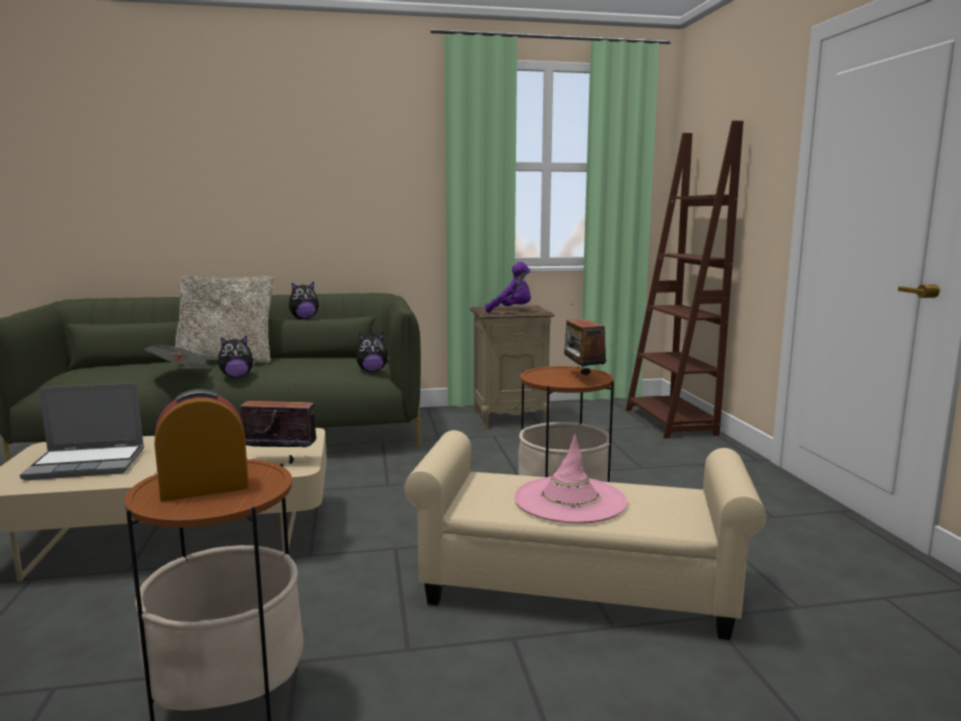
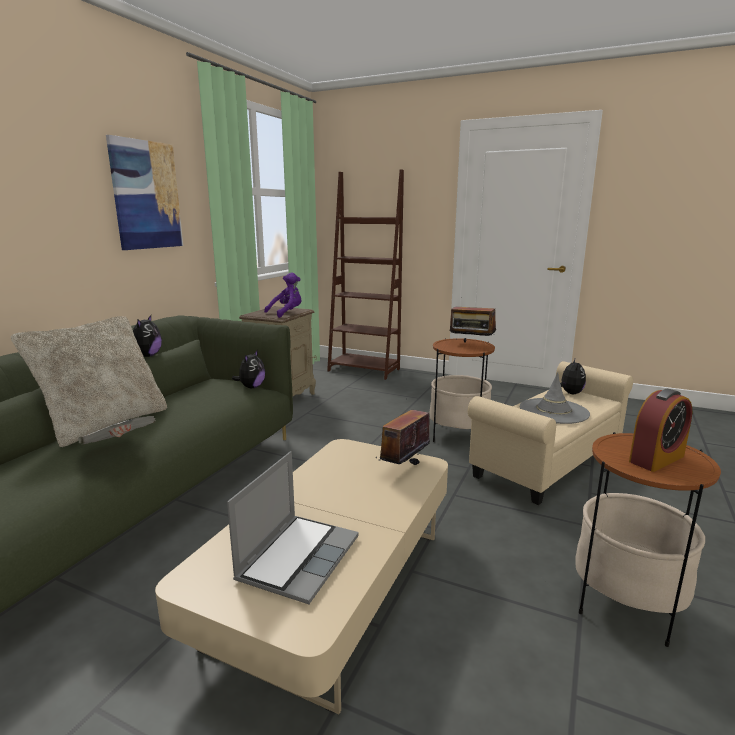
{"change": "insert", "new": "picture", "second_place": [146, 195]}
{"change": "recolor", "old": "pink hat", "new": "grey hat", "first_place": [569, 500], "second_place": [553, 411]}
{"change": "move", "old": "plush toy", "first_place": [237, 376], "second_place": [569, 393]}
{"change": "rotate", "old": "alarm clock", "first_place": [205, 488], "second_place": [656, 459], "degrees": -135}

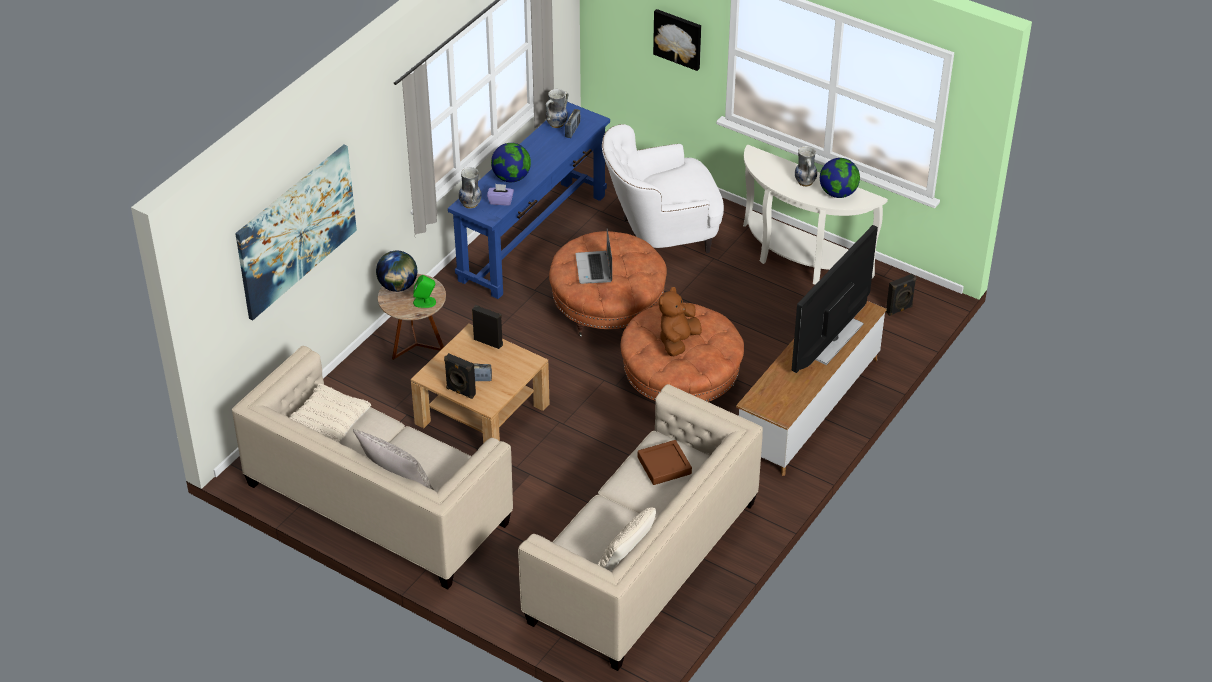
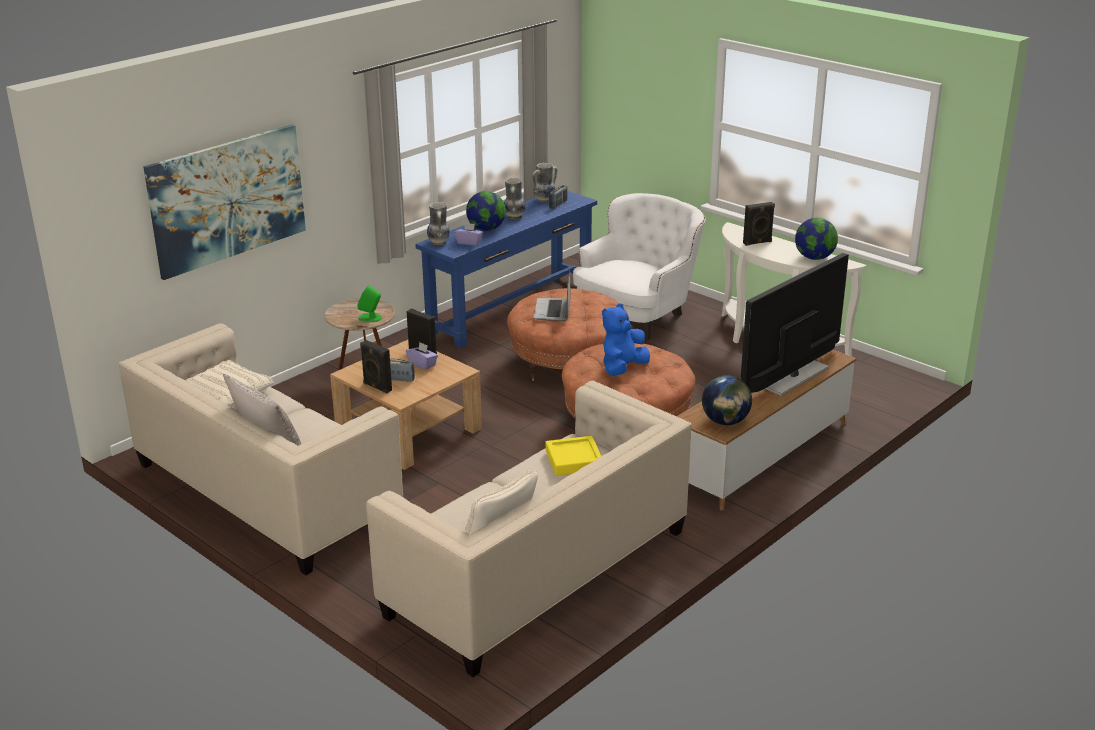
{"change": "insert", "new": "purple tissue box", "second_place": [422, 364]}
{"change": "move", "old": "vase", "first_place": [804, 182], "second_place": [514, 216]}
{"change": "recolor", "old": "brown tray", "new": "yellow tray", "first_place": [664, 465], "second_place": [574, 460]}
{"change": "rotate", "old": "white armchair", "first_place": [660, 233], "second_place": [637, 315], "degrees": 135}
{"change": "recolor", "old": "brown plush toy", "new": "blue plush toy", "first_place": [678, 341], "second_place": [623, 368]}
{"change": "move", "old": "globe", "first_place": [398, 286], "second_place": [725, 421]}
{"change": "move", "old": "black speaker", "first_place": [899, 310], "second_place": [757, 242]}
{"change": "delete", "old": "picture", "first_place": [678, 38]}

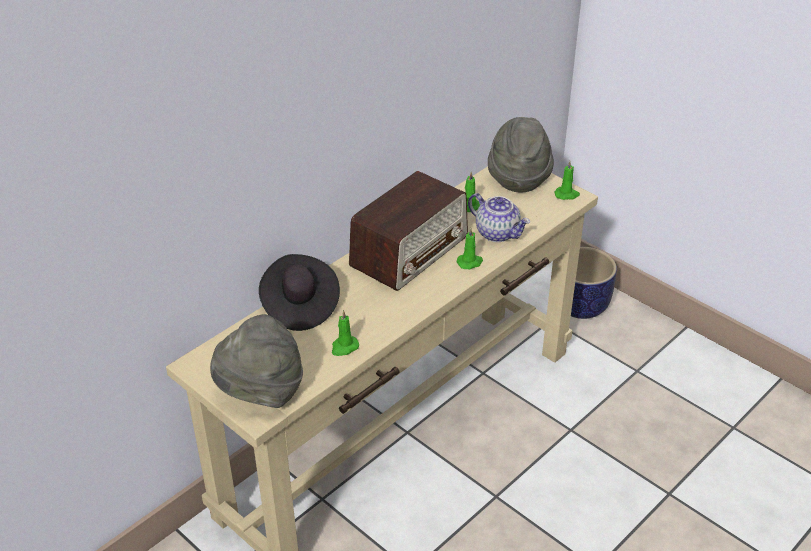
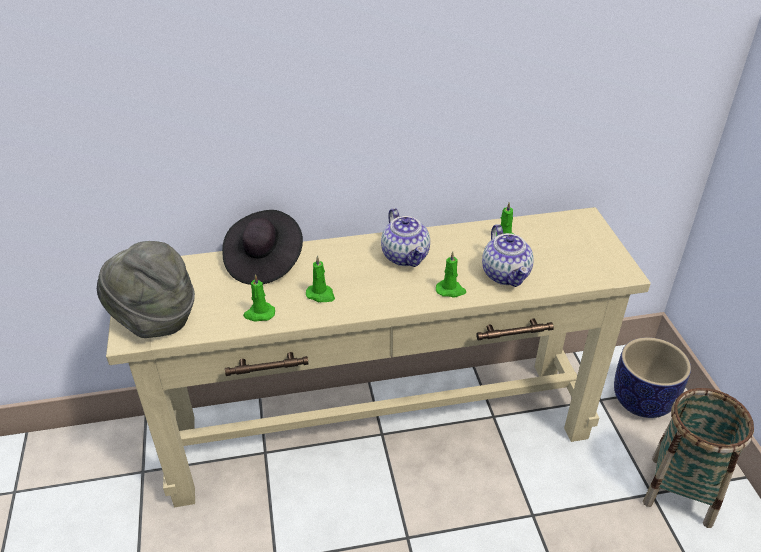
{"change": "move", "old": "green candle", "first_place": [567, 194], "second_place": [321, 295]}
{"change": "replace", "old": "radio", "new": "teapot", "first_place": [409, 251], "second_place": [406, 256]}
{"change": "insert", "new": "basket", "second_place": [680, 491]}
{"change": "delete", "old": "grey hat", "first_place": [518, 177]}

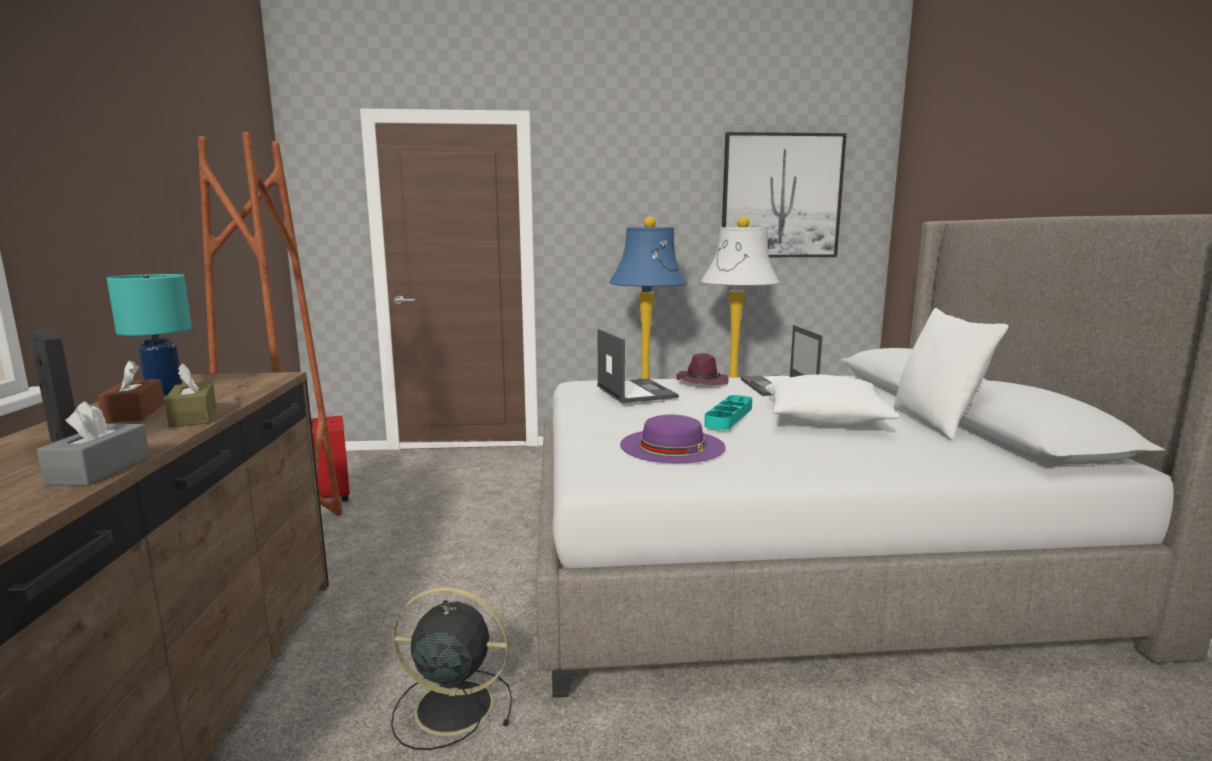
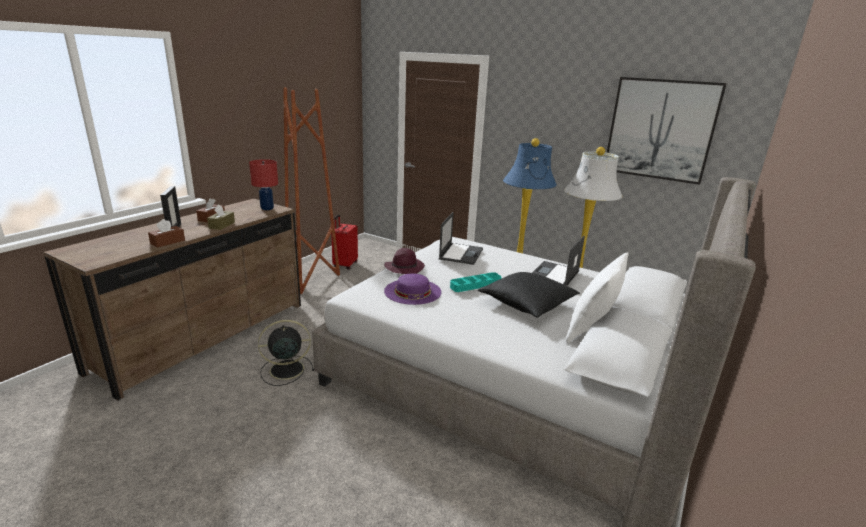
{"change": "recolor", "old": "grey tissue box", "new": "brown tissue box", "first_place": [100, 470], "second_place": [167, 242]}
{"change": "insert", "new": "red table lamp", "second_place": [267, 209]}
{"change": "rotate", "old": "black fan", "first_place": [450, 706], "second_place": [285, 370], "degrees": -60}
{"change": "move", "old": "purple hat", "first_place": [701, 382], "second_place": [404, 267]}
{"change": "recolor", "old": "white pillow", "new": "black pillow", "first_place": [825, 419], "second_place": [527, 304]}
{"change": "delete", "old": "turquoise table lamp", "first_place": [164, 392]}

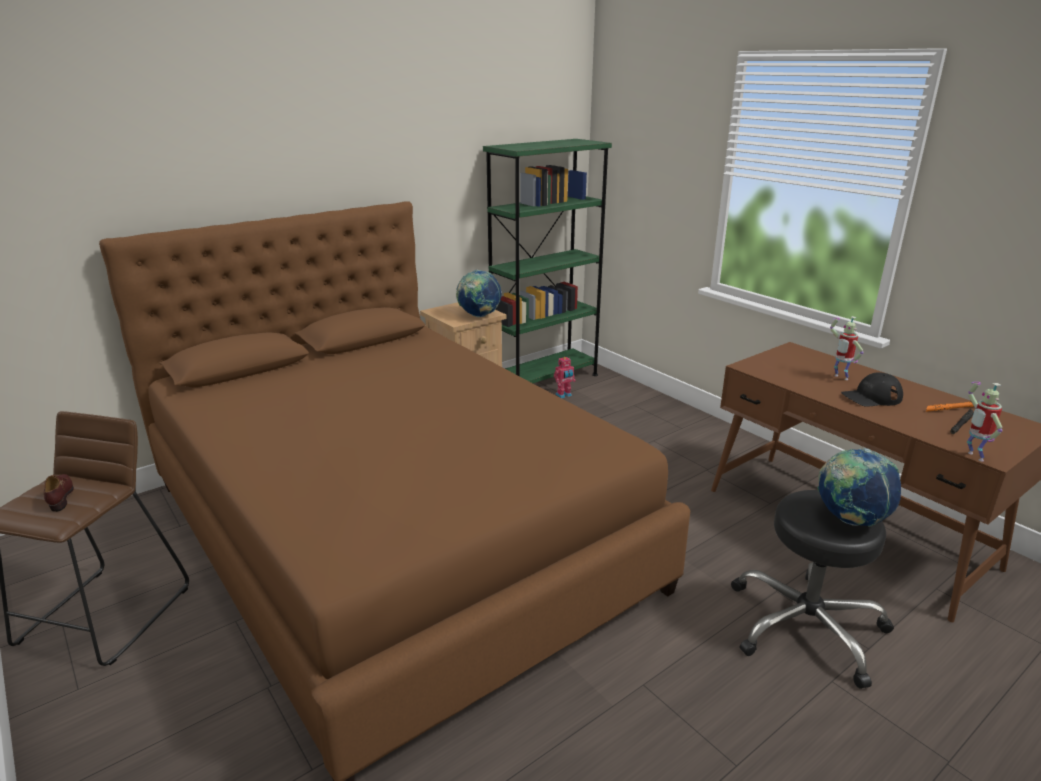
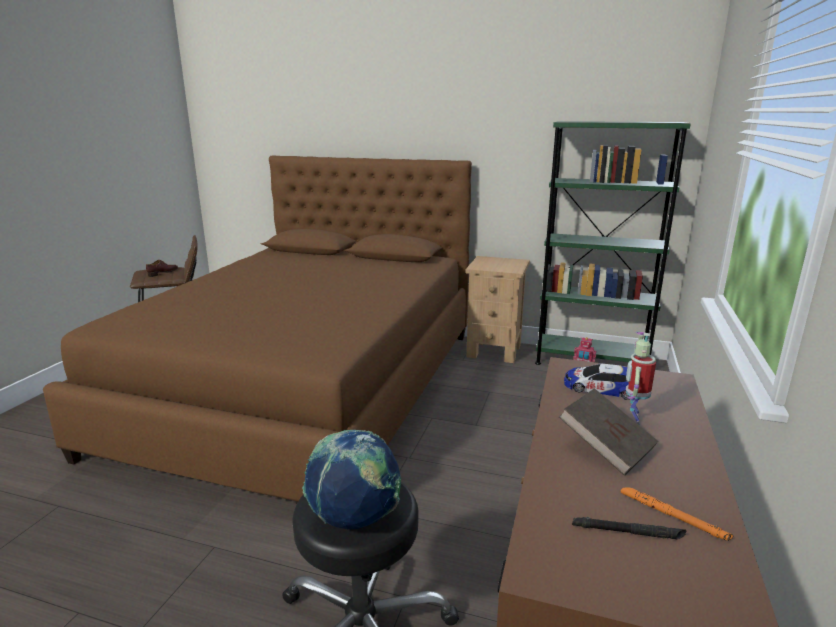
{"change": "replace", "old": "black cap", "new": "brown book", "first_place": [871, 397], "second_place": [606, 447]}
{"change": "insert", "new": "toy car", "second_place": [600, 388]}
{"change": "delete", "old": "globe", "first_place": [479, 316]}
{"change": "delete", "old": "toy robot", "first_place": [972, 456]}

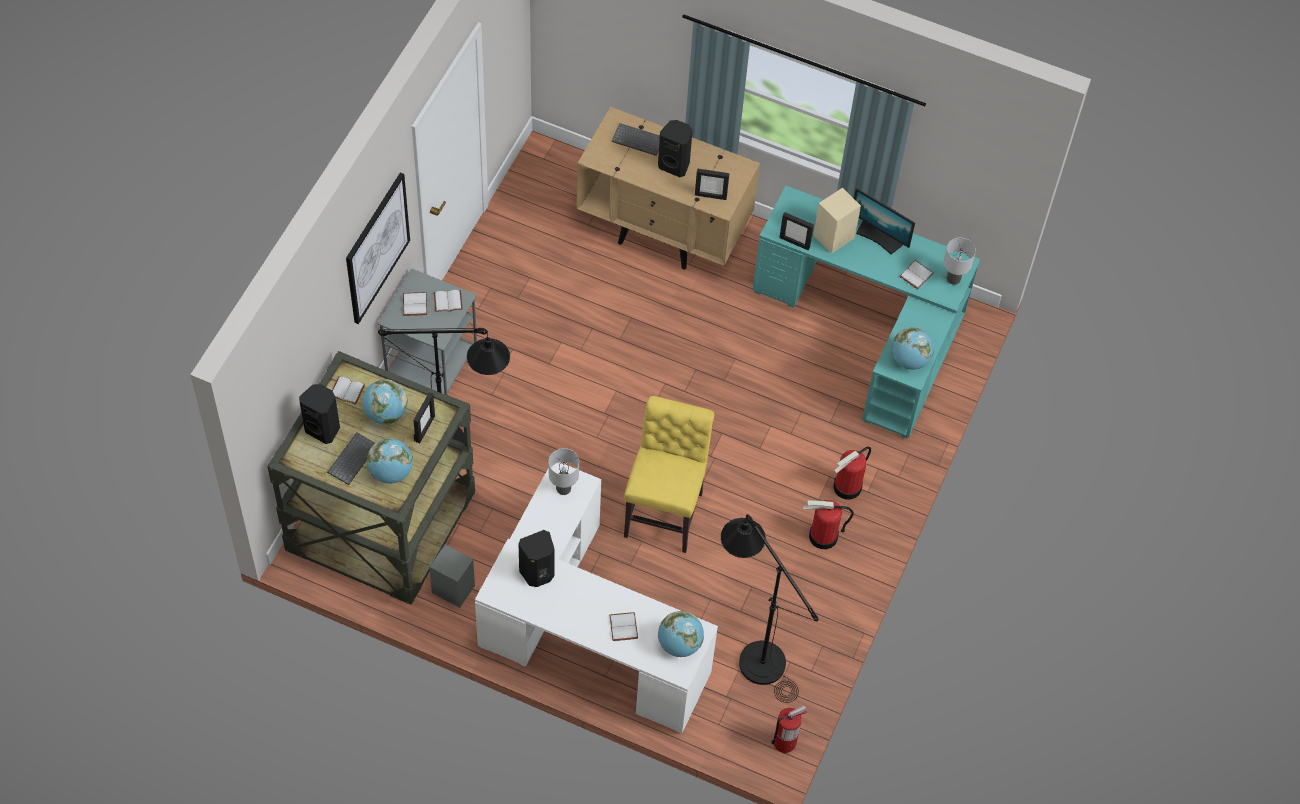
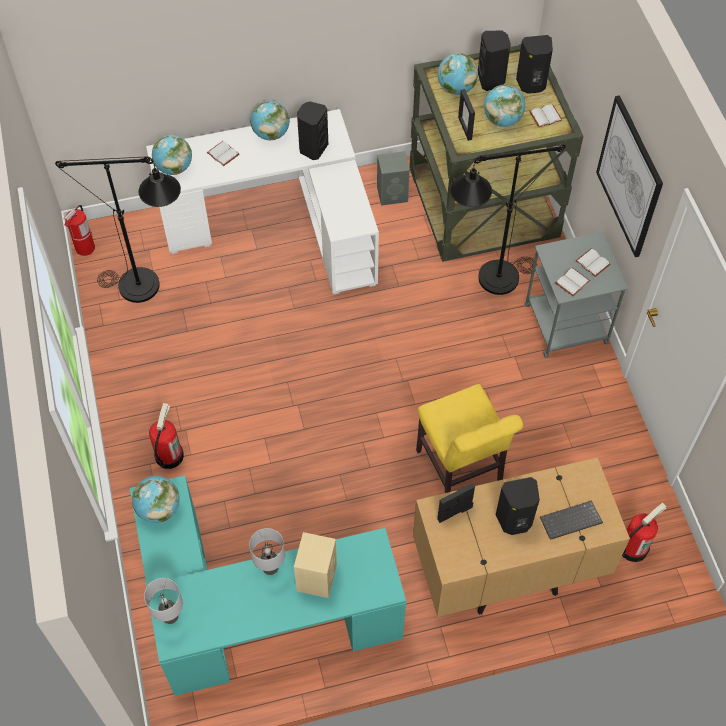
{"change": "move", "old": "white table lamp", "first_place": [562, 489], "second_place": [270, 567]}
{"change": "insert", "new": "globe", "second_place": [271, 134]}
{"change": "move", "old": "yellow chair", "first_place": [665, 511], "second_place": [461, 472]}
{"change": "replace", "old": "keyboard", "new": "black speaker", "first_place": [352, 458], "second_place": [491, 80]}
{"change": "move", "old": "fire extinguisher", "first_place": [823, 537], "second_place": [633, 547]}
{"change": "delete", "old": "picture frame", "first_place": [795, 242]}
{"change": "delete", "old": "monitor", "first_place": [879, 237]}
{"change": "delete", "old": "white book", "first_place": [916, 274]}

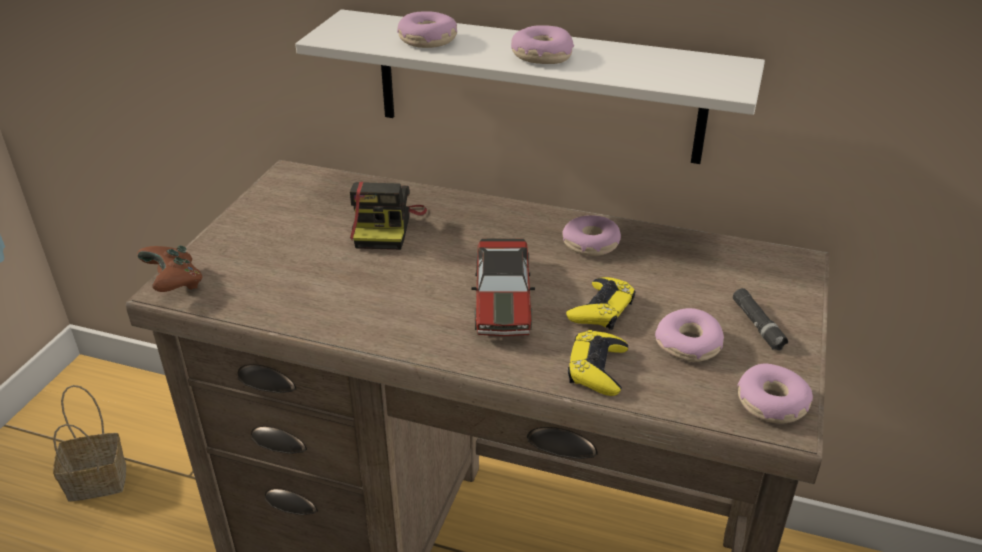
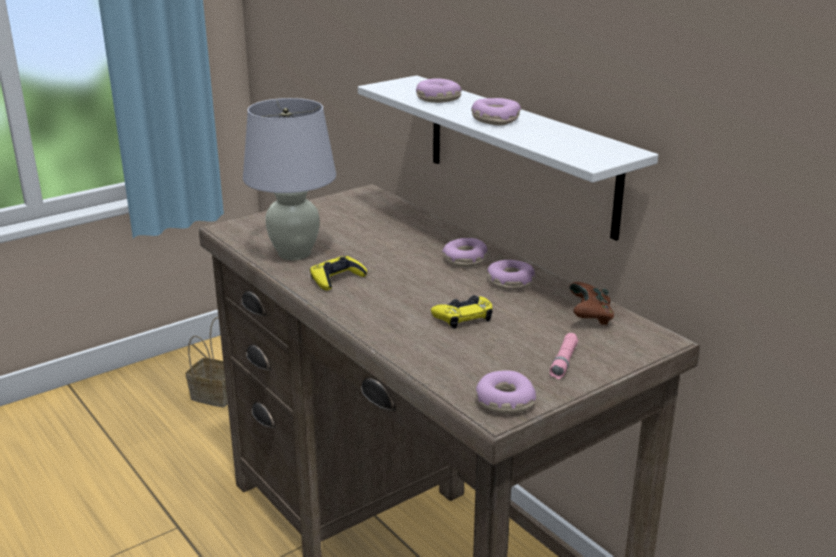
{"change": "insert", "new": "white table lamp", "second_place": [294, 254]}
{"change": "move", "old": "yellow game controller", "first_place": [597, 369], "second_place": [337, 279]}
{"change": "move", "old": "donut", "first_place": [689, 344], "second_place": [465, 260]}
{"change": "recolor", "old": "black flashlight", "new": "pink flashlight", "first_place": [757, 325], "second_place": [563, 361]}
{"change": "move", "old": "brown game controller", "first_place": [174, 283], "second_place": [590, 317]}
{"change": "delete", "old": "photo camera", "first_place": [386, 226]}
{"change": "delete", "old": "toy car", "first_place": [502, 299]}

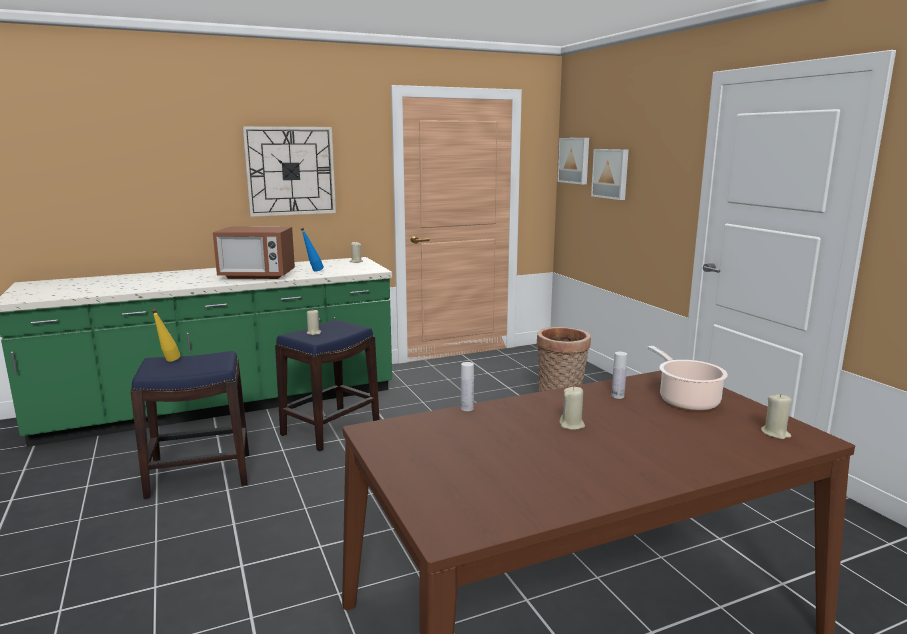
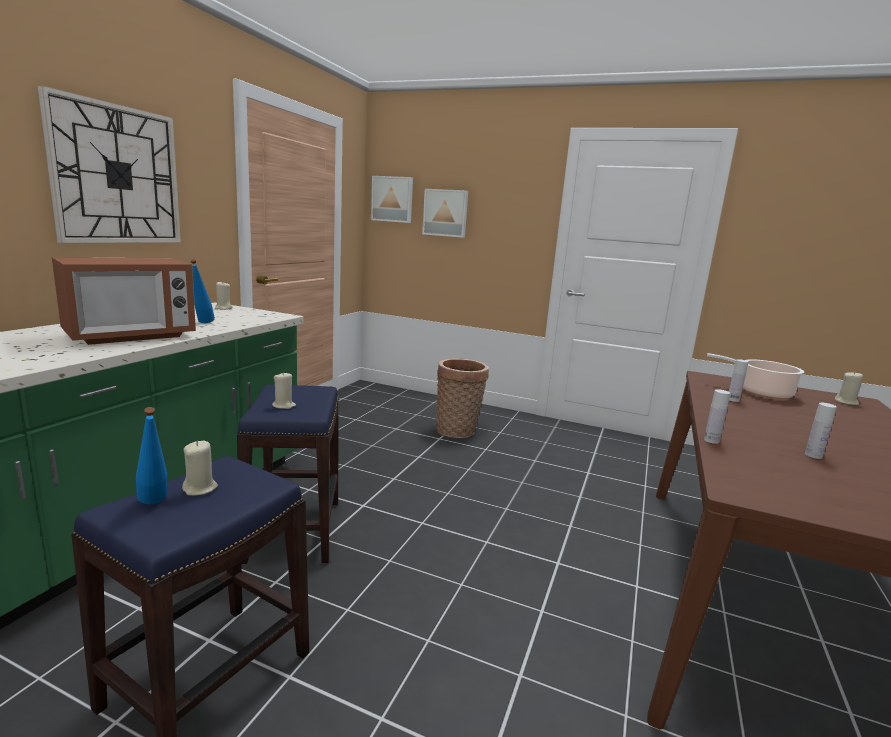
{"change": "recolor", "old": "yellow bottle", "new": "blue bottle", "first_place": [168, 362], "second_place": [155, 505]}
{"change": "move", "old": "beige candle", "first_place": [572, 425], "second_place": [200, 488]}
{"change": "insert", "new": "white bottle", "second_place": [813, 455]}

